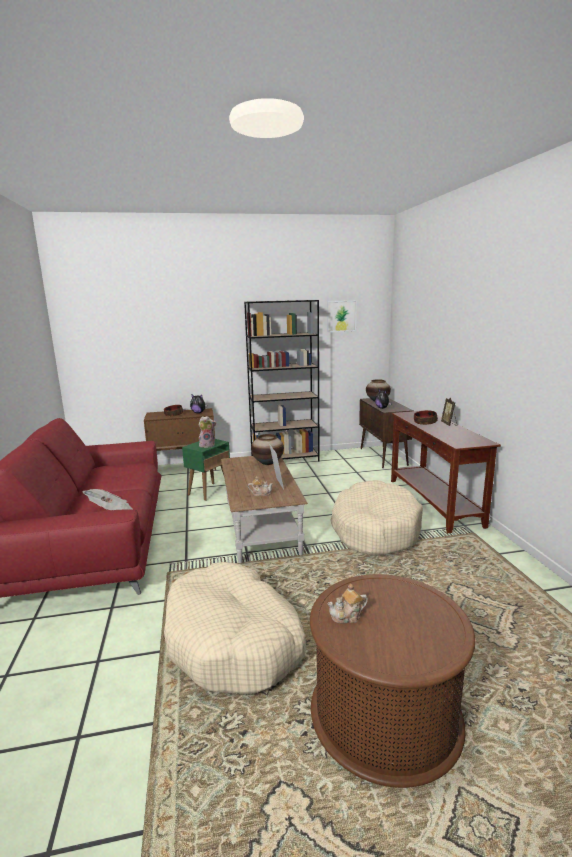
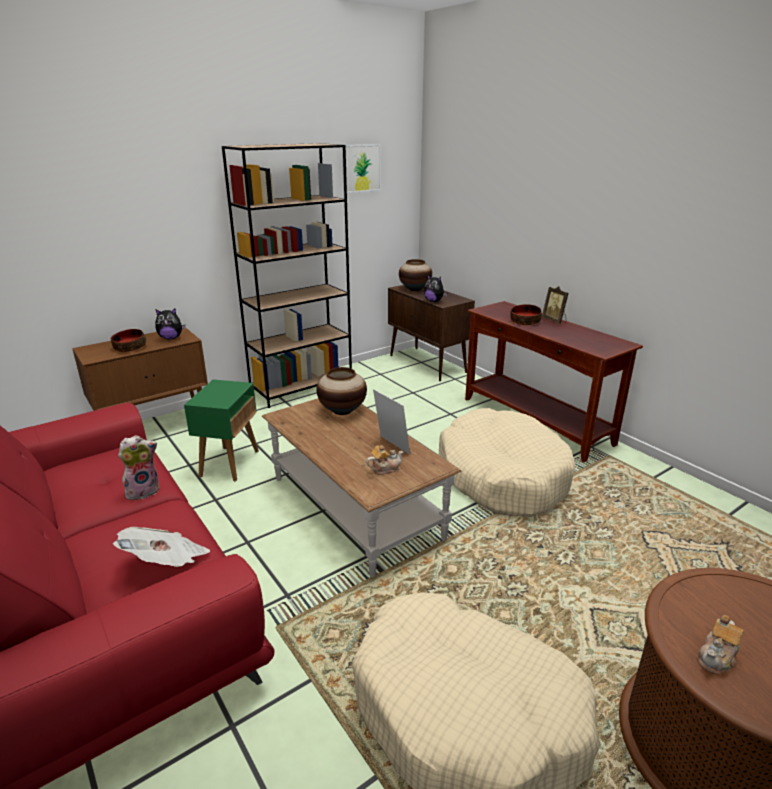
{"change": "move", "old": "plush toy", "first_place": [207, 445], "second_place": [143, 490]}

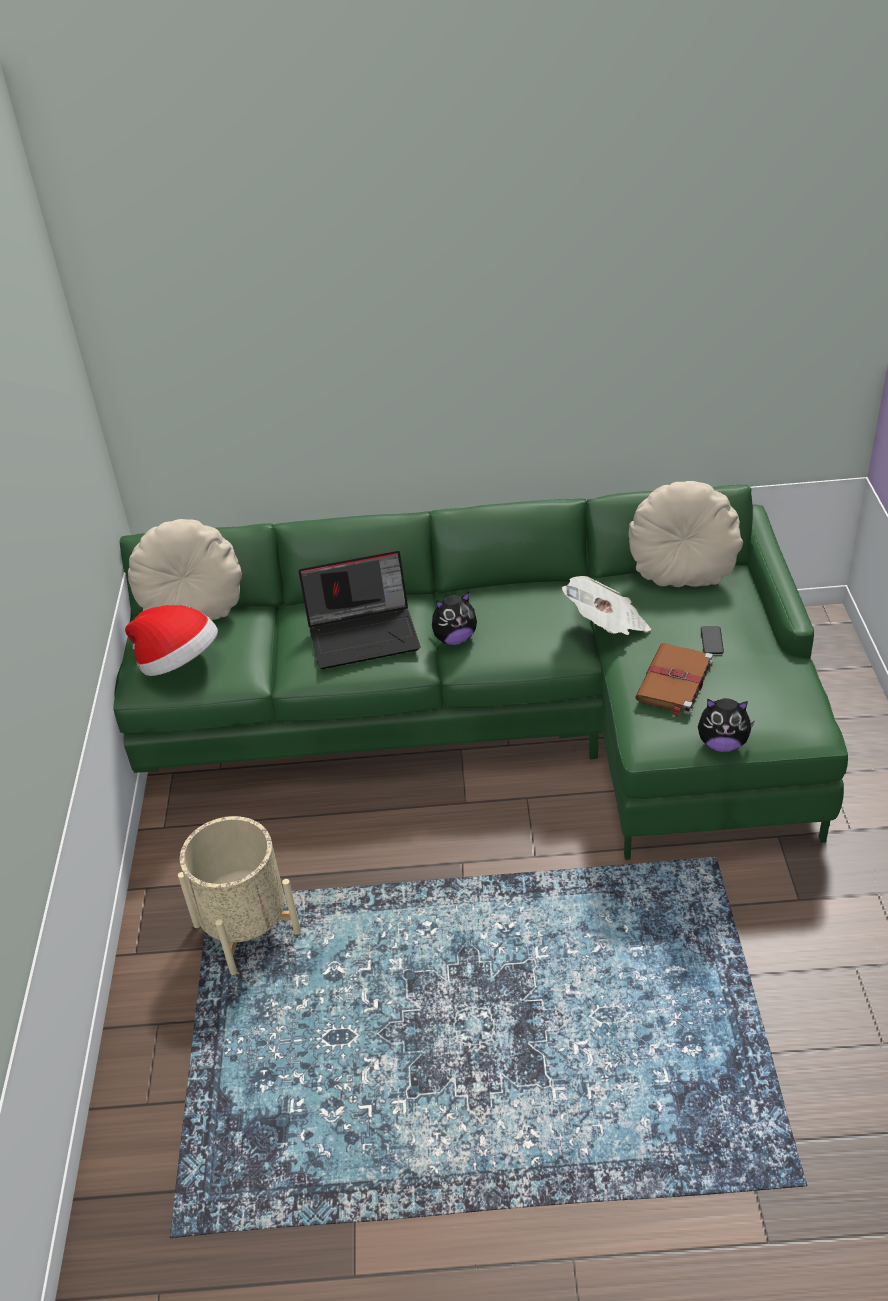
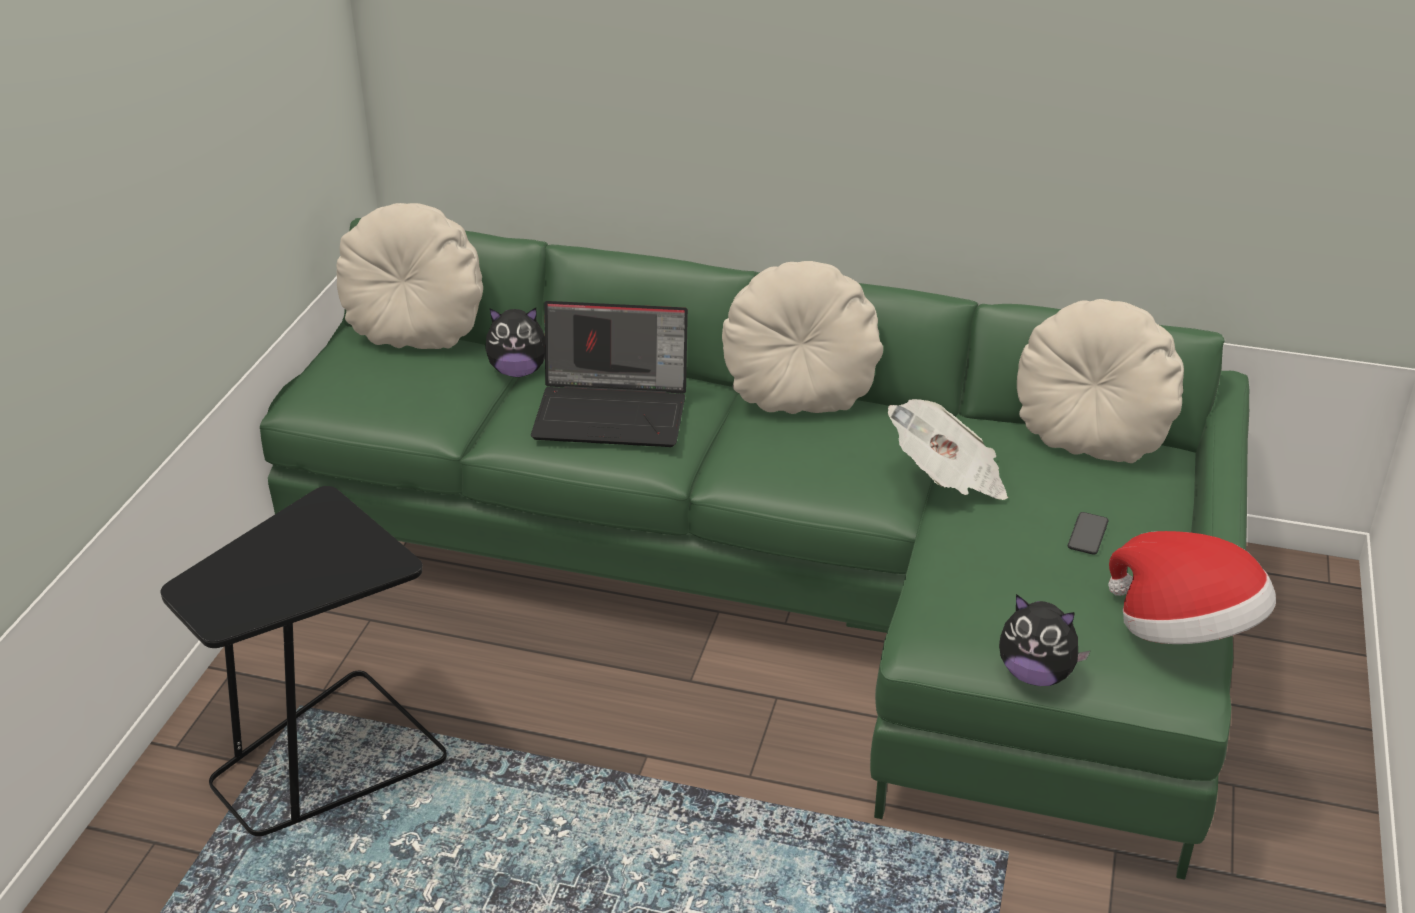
{"change": "replace", "old": "beige planter", "new": "black side table", "first_place": [247, 929], "second_place": [326, 758]}
{"change": "move", "old": "plush toy", "first_place": [454, 638], "second_place": [518, 371]}
{"change": "insert", "new": "beige pillow", "second_place": [800, 399]}
{"change": "move", "old": "hat", "first_place": [179, 664], "second_place": [1184, 631]}
{"change": "delete", "old": "brown book", "first_place": [674, 682]}

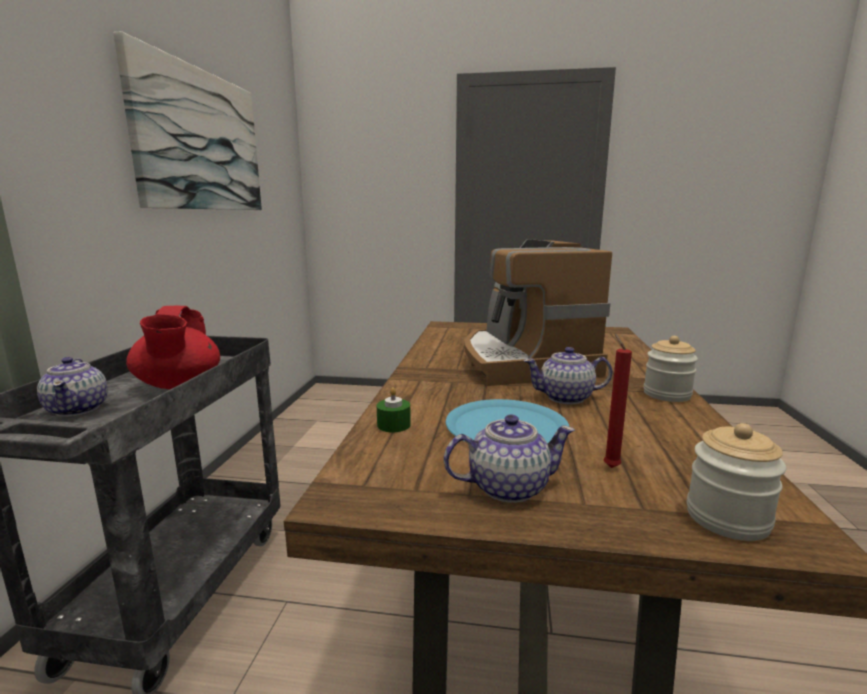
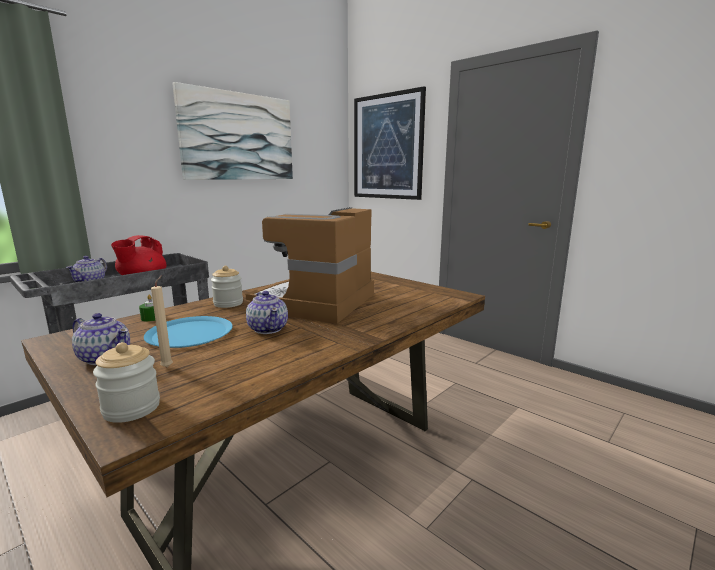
{"change": "recolor", "old": "red candle", "new": "beige candle", "first_place": [609, 466], "second_place": [168, 366]}
{"change": "move", "old": "jar", "first_place": [667, 394], "second_place": [228, 303]}
{"change": "rotate", "old": "teapot", "first_place": [566, 398], "second_place": [268, 329], "degrees": -150}
{"change": "insert", "new": "picture", "second_place": [387, 147]}

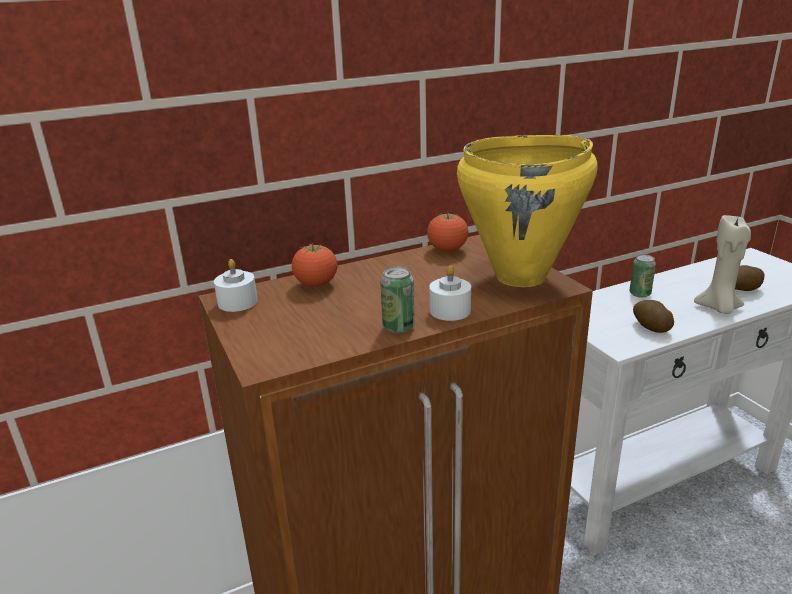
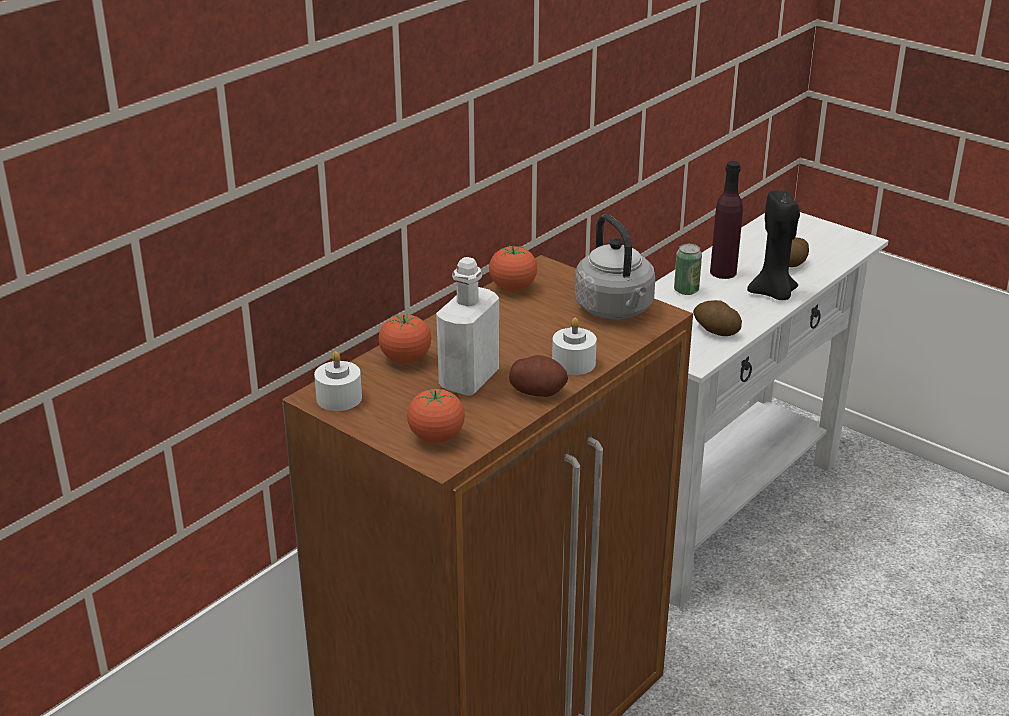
{"change": "insert", "new": "tomato", "second_place": [436, 437]}
{"change": "insert", "new": "white bottle", "second_place": [469, 379]}
{"change": "replace", "old": "can", "new": "potato", "first_place": [398, 327], "second_place": [538, 392]}
{"change": "replace", "old": "yellow cooking pot", "new": "grey kettle", "first_place": [521, 277], "second_place": [616, 310]}
{"change": "insert", "new": "purple bottle", "second_place": [723, 272]}
{"change": "recolor", "old": "beige candle", "new": "black candle", "first_place": [718, 308], "second_place": [773, 294]}

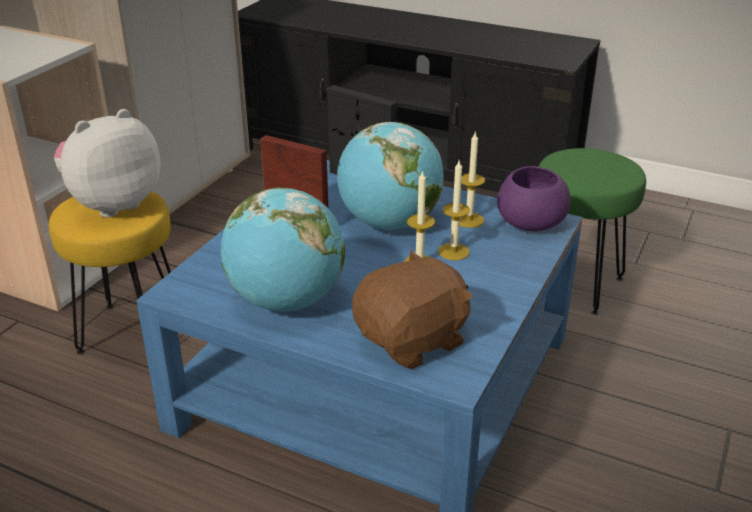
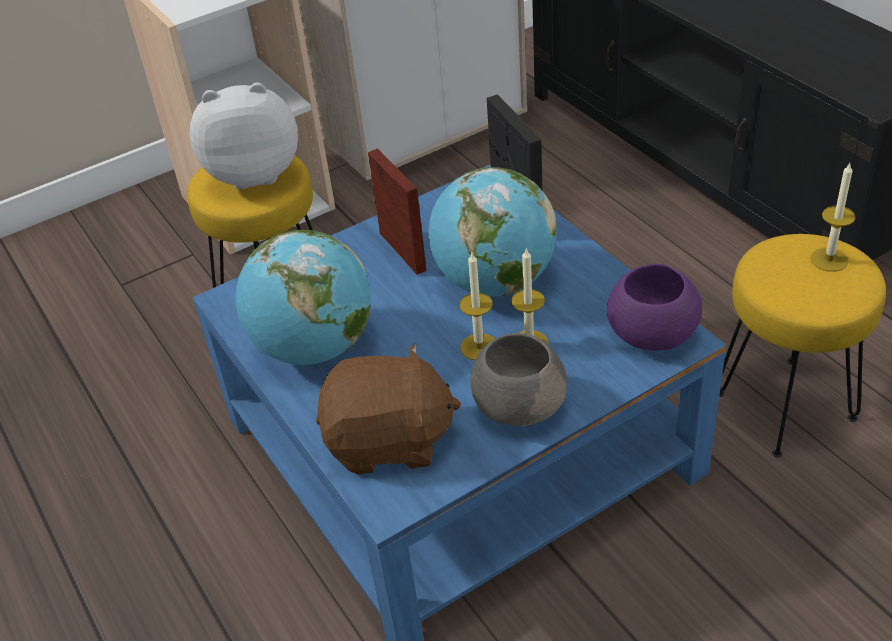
{"change": "insert", "new": "grey bowl", "second_place": [519, 404]}
{"change": "recolor", "old": "green stool", "new": "yellow stool", "first_place": [576, 284], "second_place": [786, 406]}
{"change": "move", "old": "candle", "first_place": [469, 220], "second_place": [829, 259]}

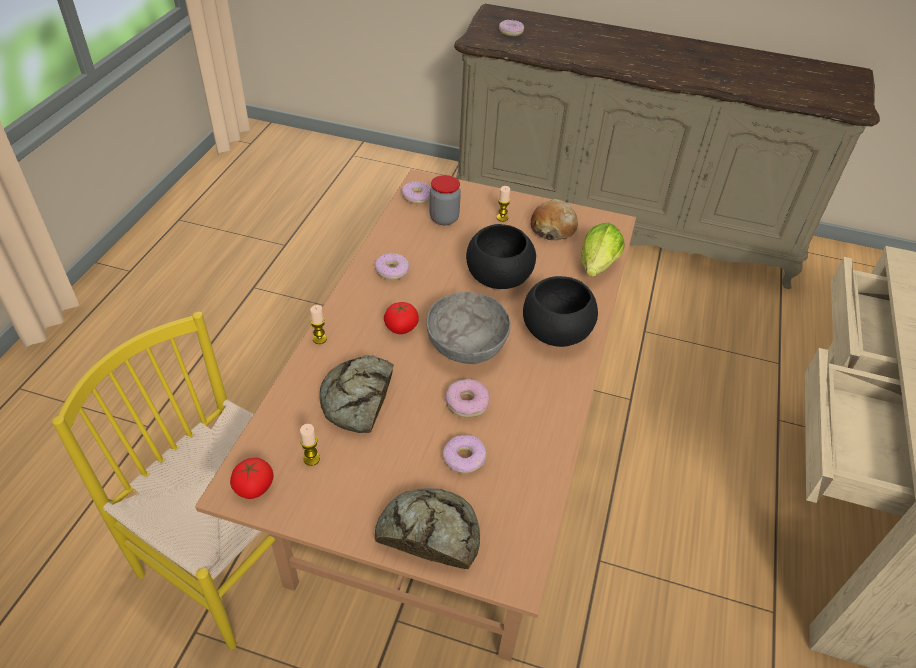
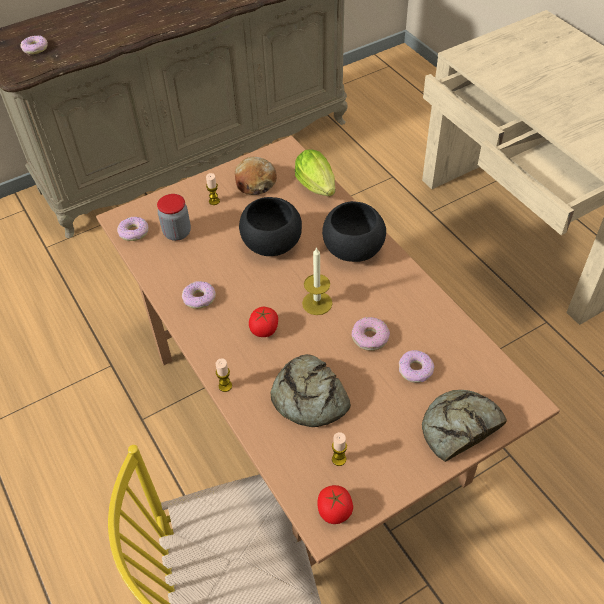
{"change": "replace", "old": "grey bowl", "new": "candle", "first_place": [466, 344], "second_place": [317, 303]}

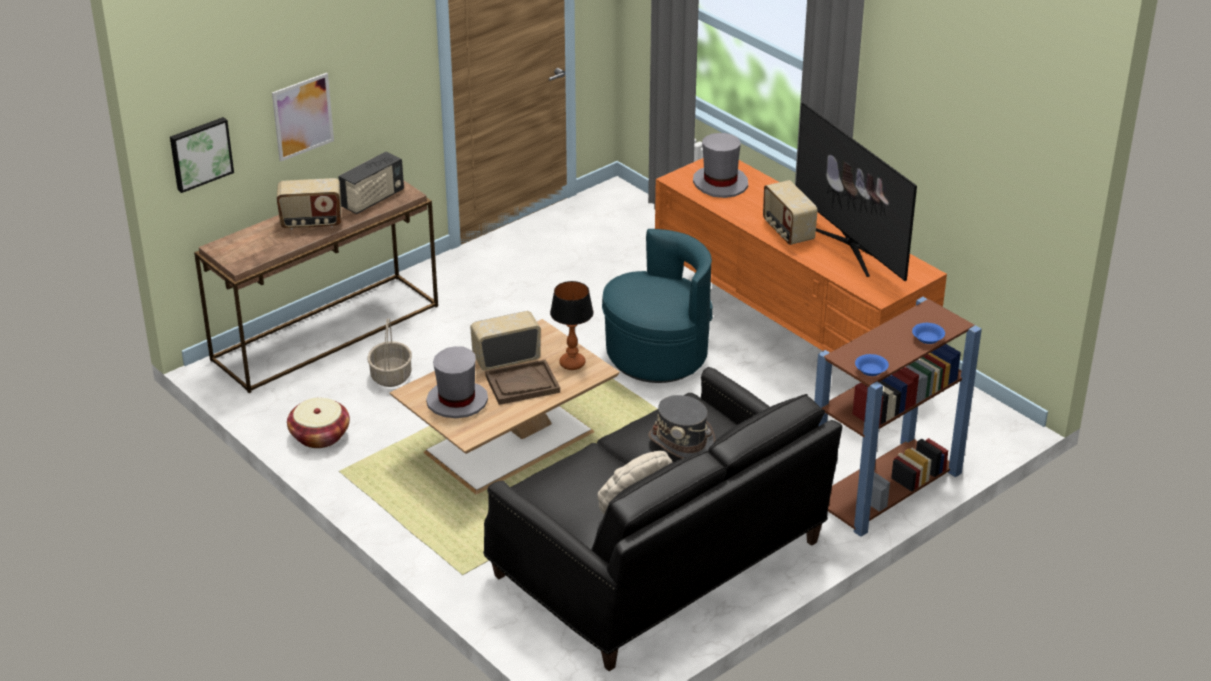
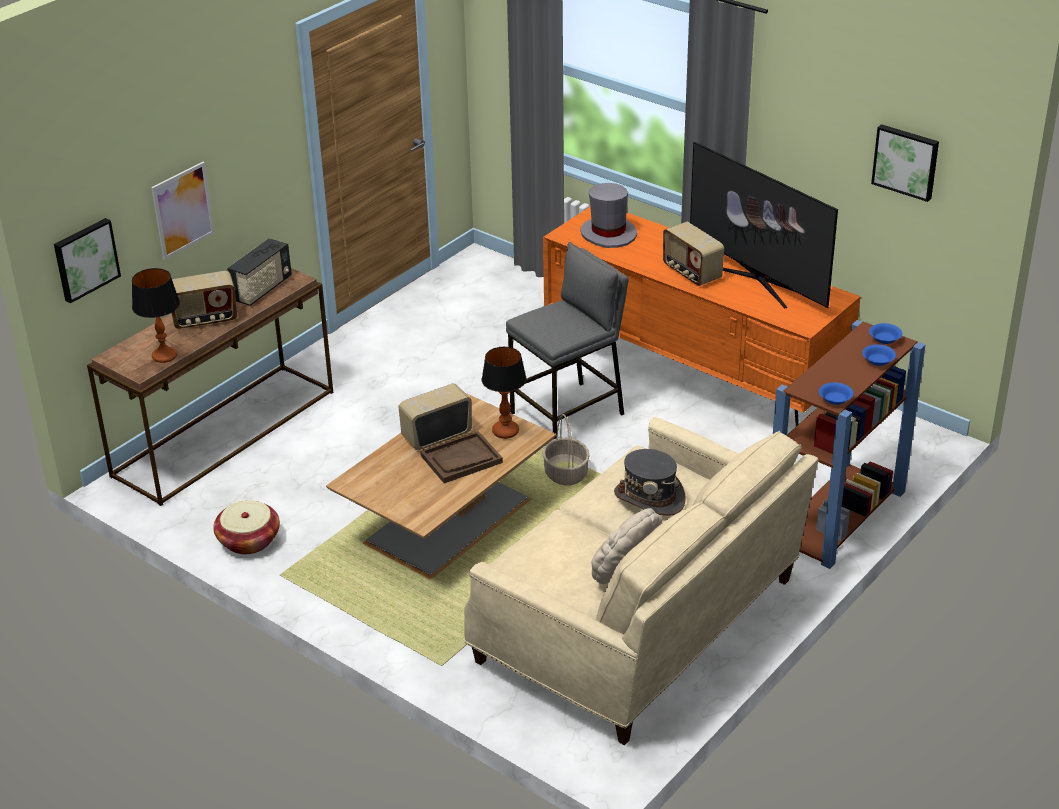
{"change": "insert", "new": "table lamp", "second_place": [164, 356]}
{"change": "recolor", "old": "black sofa", "new": "beige sofa", "first_place": [661, 562], "second_place": [641, 623]}
{"change": "replace", "old": "turquoise armchair", "new": "grey stool", "first_place": [656, 355], "second_place": [568, 414]}
{"change": "move", "old": "basket", "first_place": [390, 376], "second_place": [565, 473]}
{"change": "insert", "new": "blue bowl", "second_place": [885, 339]}
{"change": "insert", "new": "picture", "second_place": [906, 161]}
{"change": "delete", "old": "grey hat", "first_place": [457, 401]}

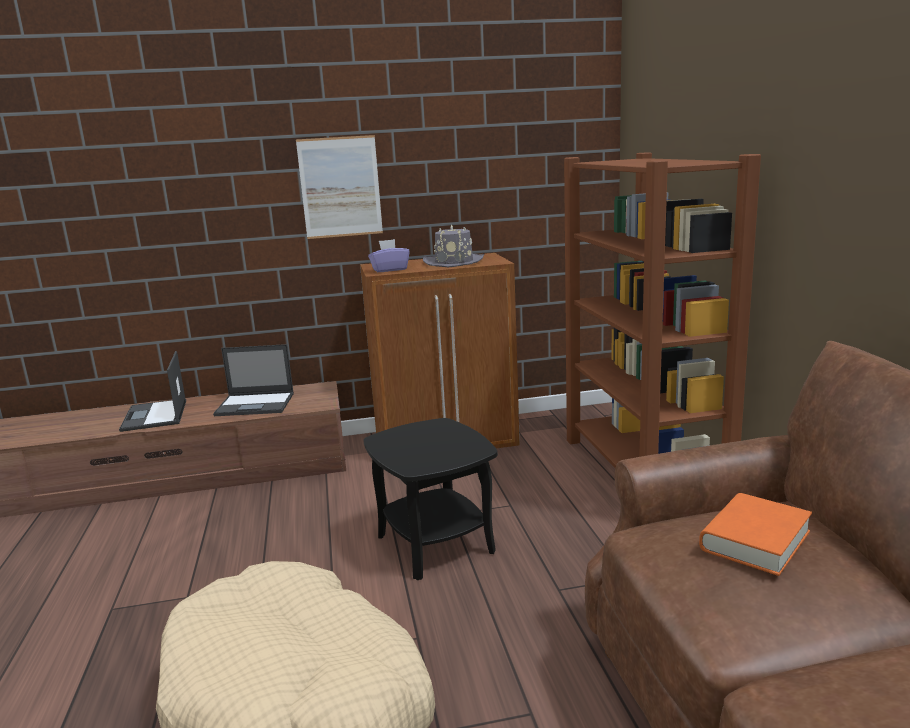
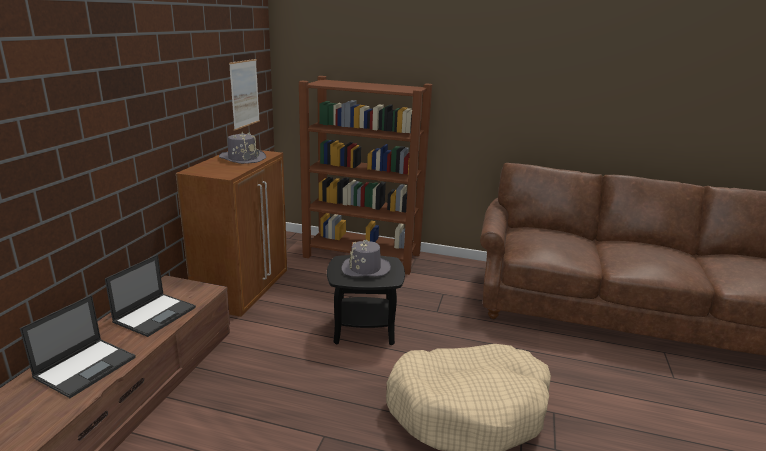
{"change": "rotate", "old": "laptop", "first_place": [155, 416], "second_place": [86, 367], "degrees": -75}
{"change": "move", "old": "picture", "first_place": [340, 187], "second_place": [244, 93]}
{"change": "insert", "new": "grey hat", "second_place": [365, 268]}
{"change": "delete", "old": "purple tissue box", "first_place": [389, 269]}
{"change": "delete", "old": "orange book", "first_place": [755, 540]}

